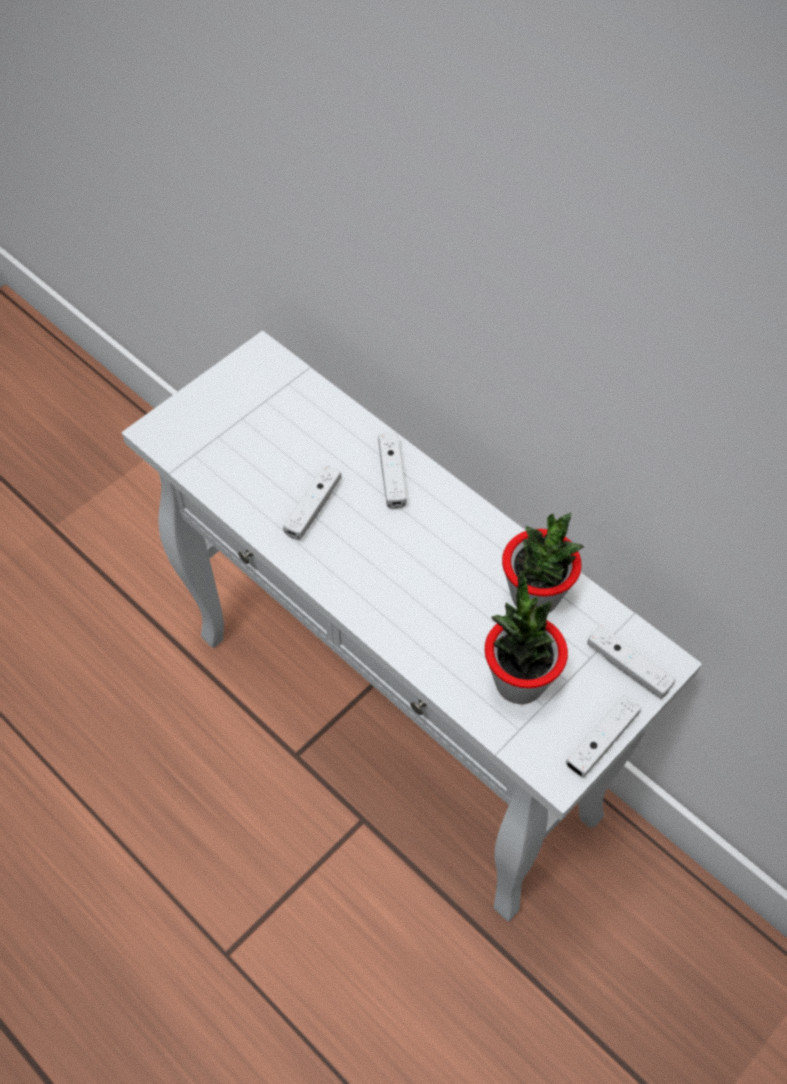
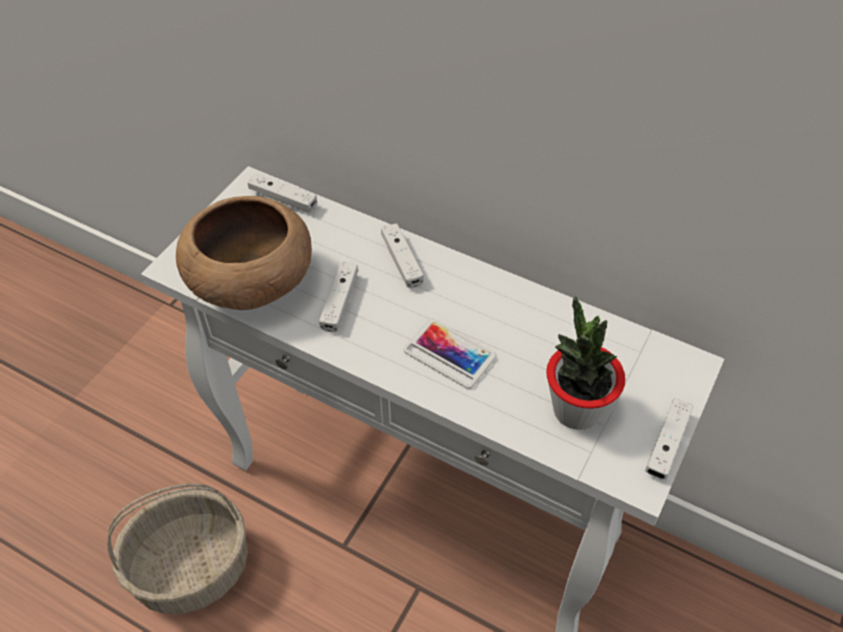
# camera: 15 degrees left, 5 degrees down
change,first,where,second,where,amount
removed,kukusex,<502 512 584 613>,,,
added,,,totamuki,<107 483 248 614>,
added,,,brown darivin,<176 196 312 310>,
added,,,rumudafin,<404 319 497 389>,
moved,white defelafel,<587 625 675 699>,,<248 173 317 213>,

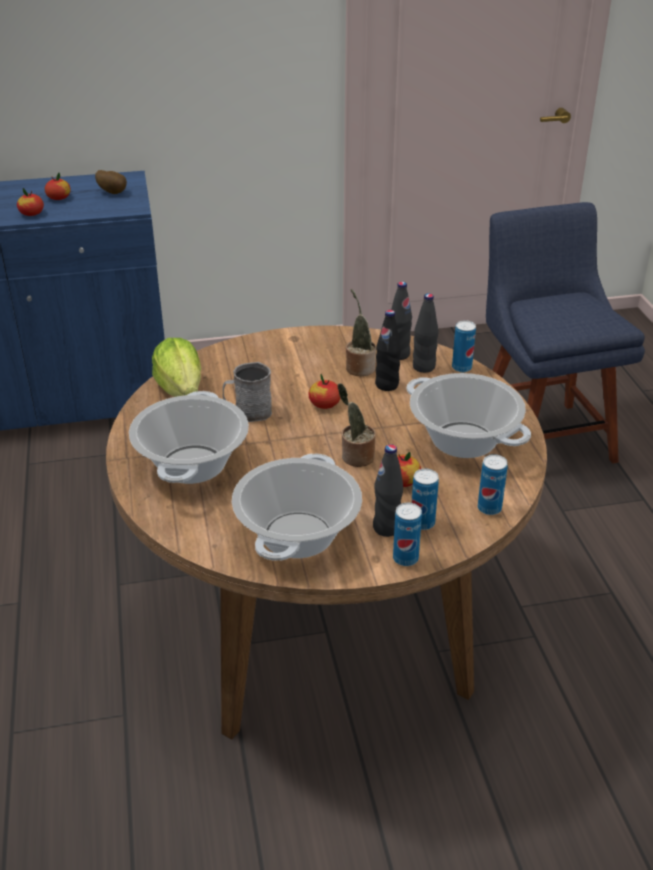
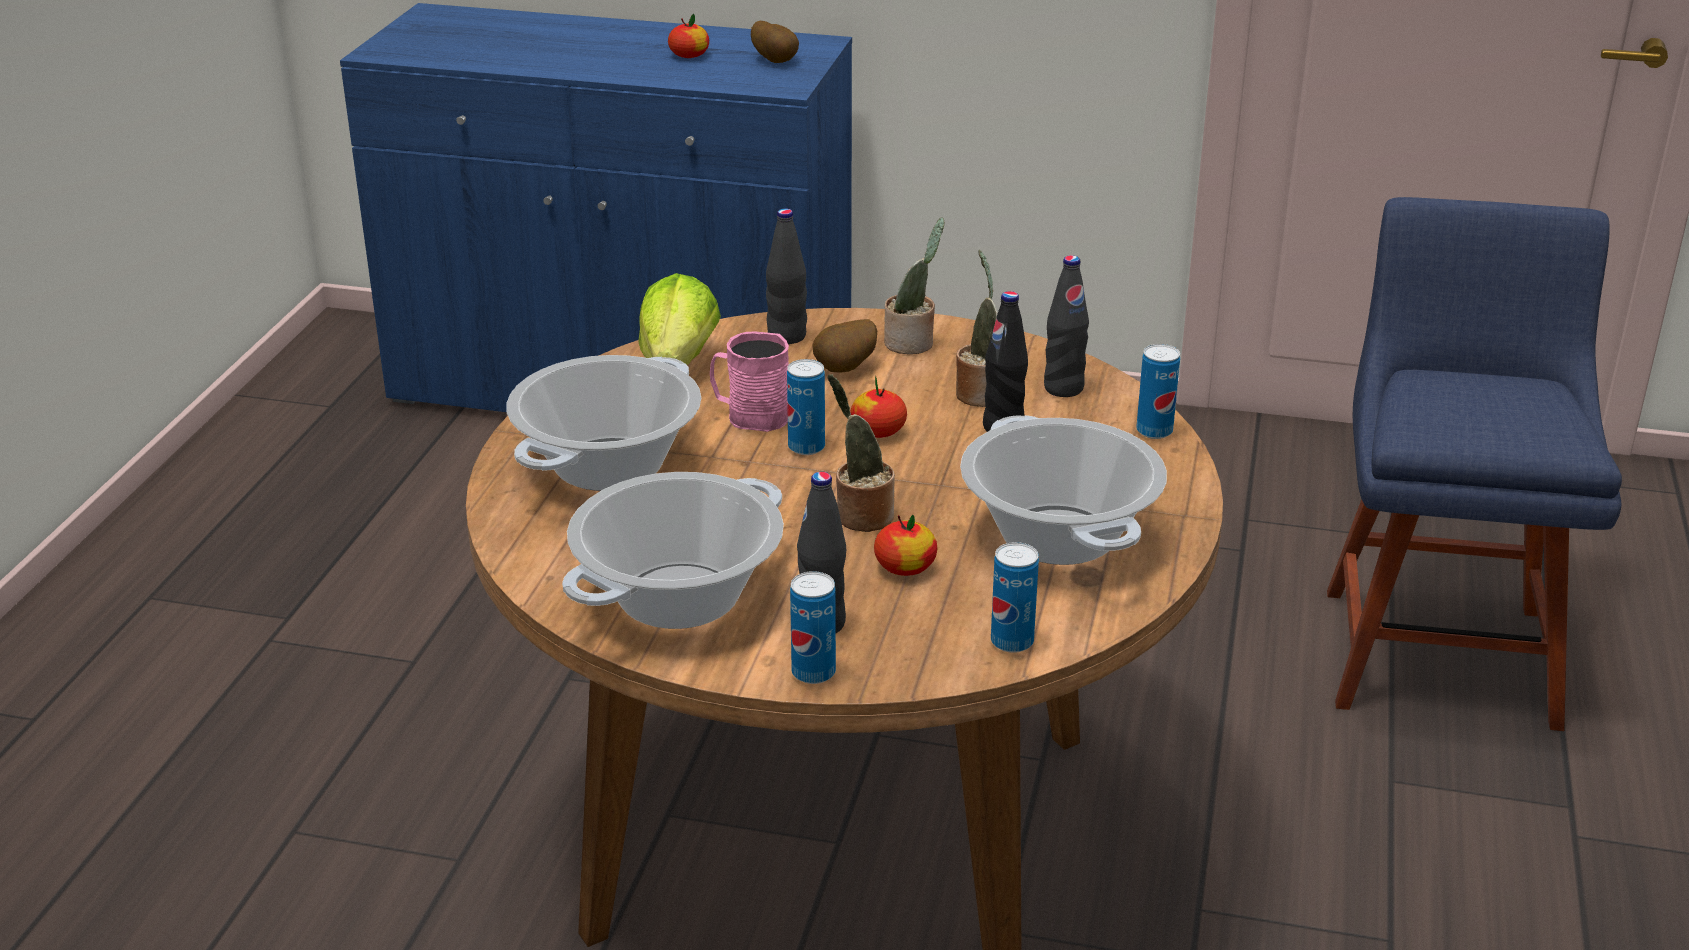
# camera: 25 degrees right, 5 degrees down
change,first,where,second,where,amount
removed,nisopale,<17 188 44 216>,,,
added,,,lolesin,<812 319 877 372>,
added,,,kukusex,<884 218 945 354>,
moved,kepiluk,<412 468 439 530>,,<787 359 825 455>,
moved,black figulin,<413 293 438 373>,,<766 208 807 344>,
recoloured,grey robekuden,<223 362 272 422>,pink robekuden,<710 332 789 432>,

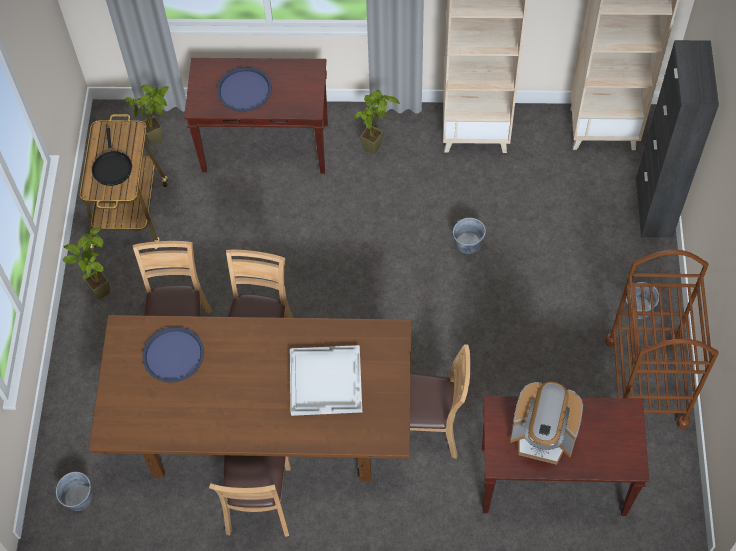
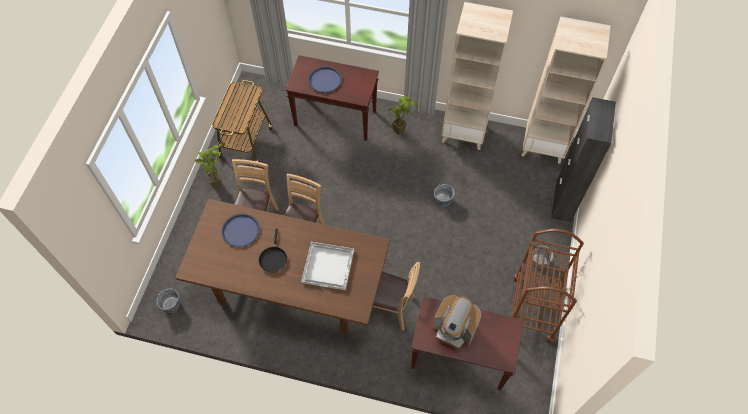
# camera: 10 degrees right, 0 degrees up
change,first,where,second,where,amount
removed,kukusex,<125 85 169 145>,,,
removed,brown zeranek,<209 455 291 537>,,,
moved,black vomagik,<92 128 132 186>,,<259 229 287 273>,

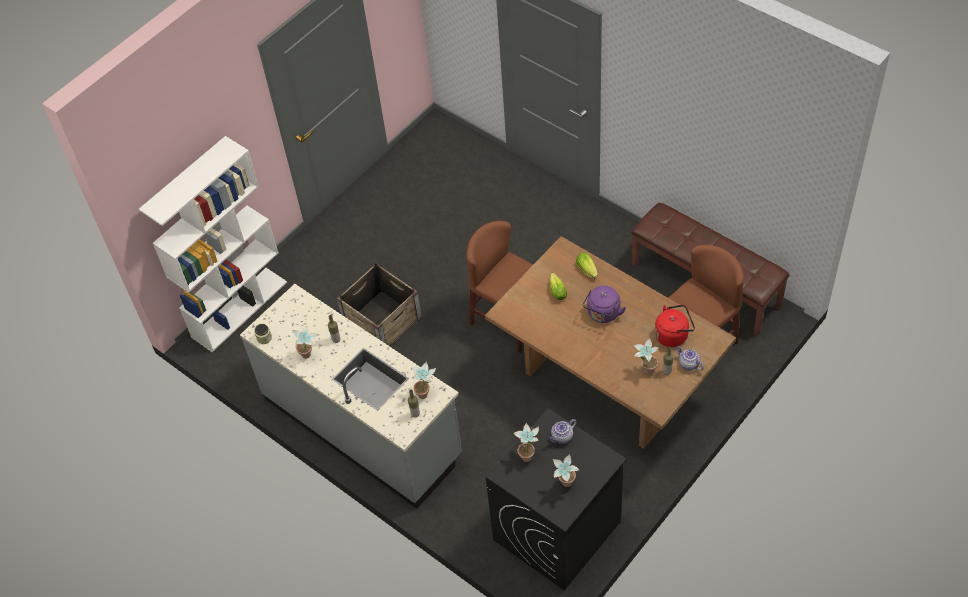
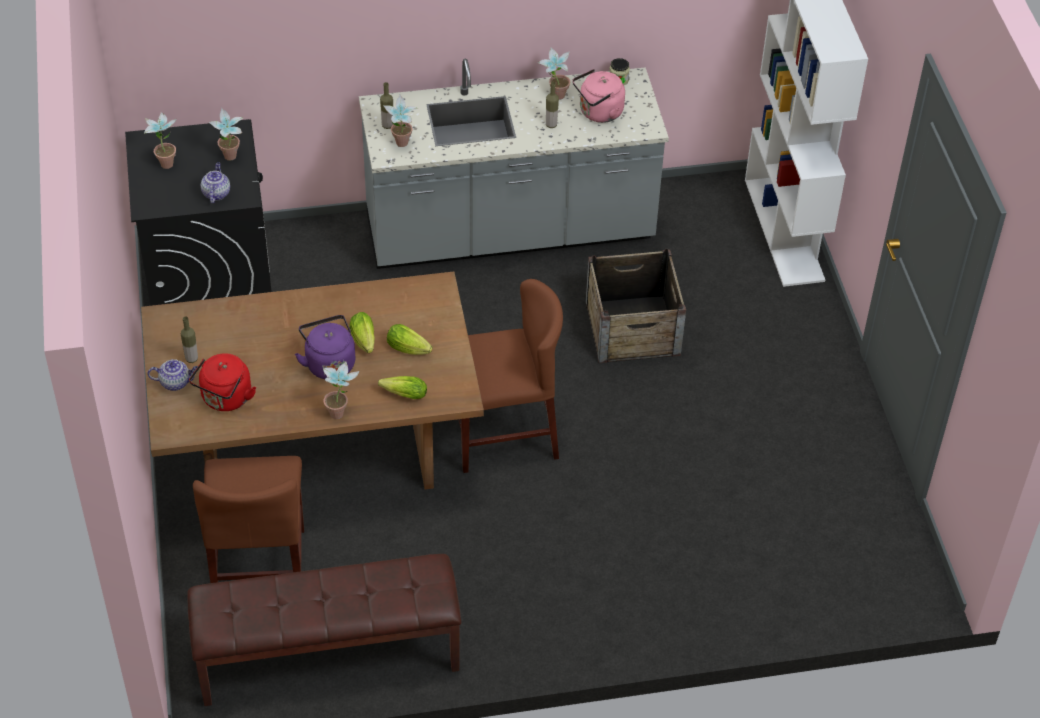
# camera: 125 degrees right, 5 degrees down
change,first,where,second,where,amount
added,,,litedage,<349 312 375 353>,
added,,,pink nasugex,<572 69 625 123>,
moved,kukusex,<633 337 659 374>,,<323 362 359 419>,

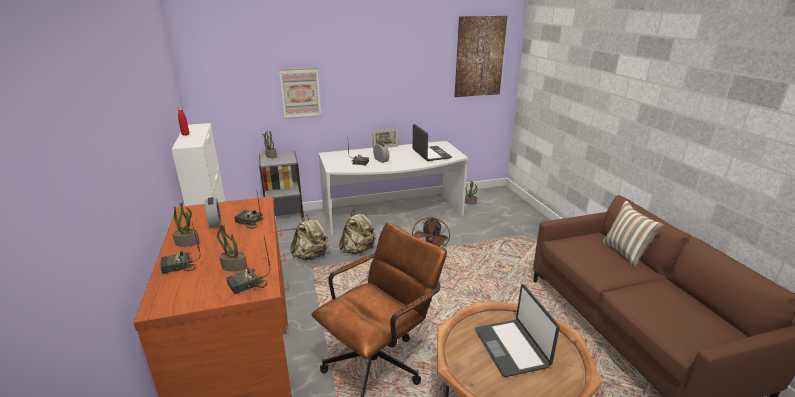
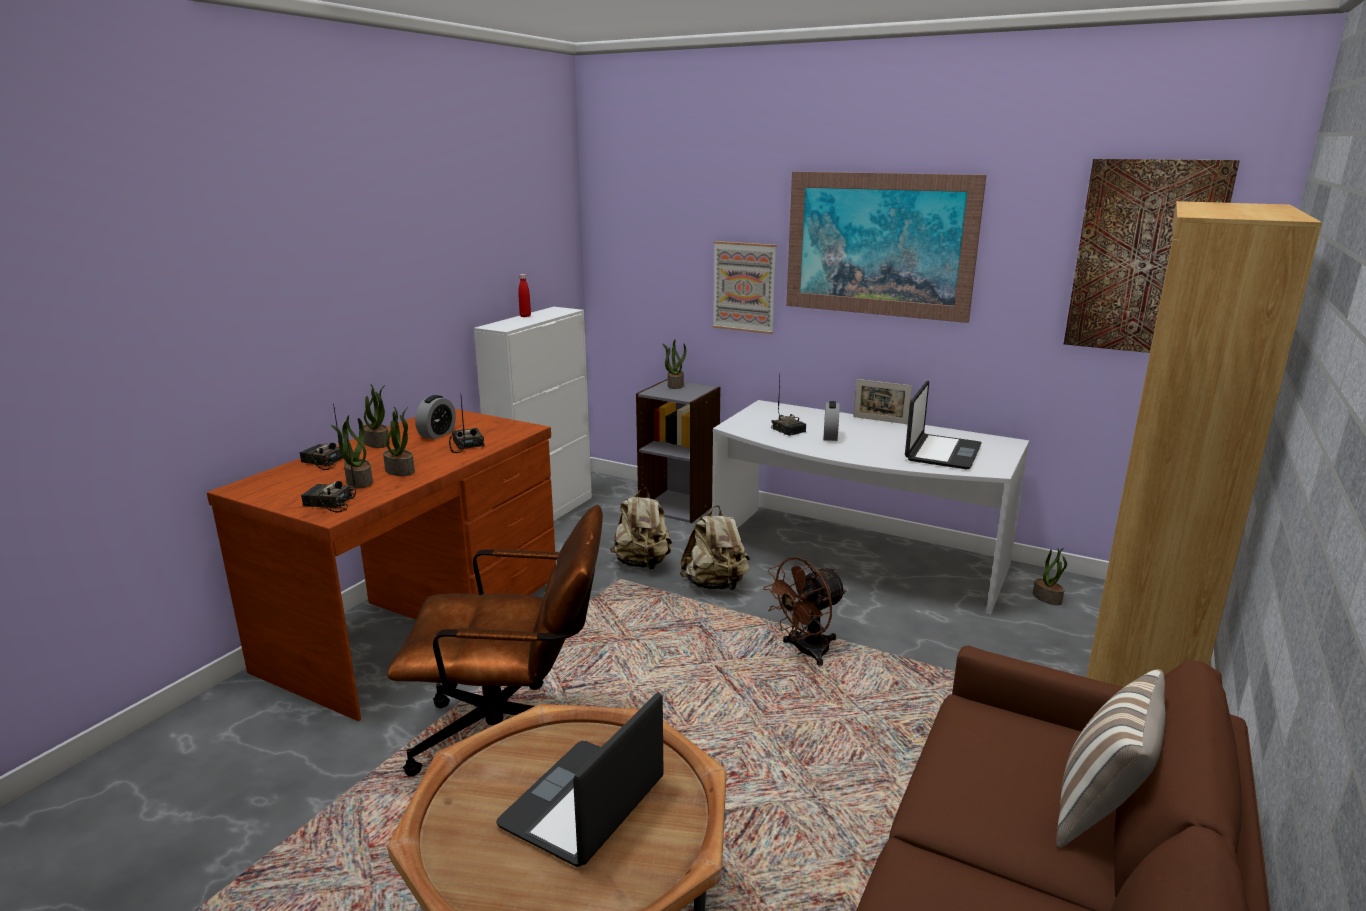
# camera: 45 degrees right, 5 degrees down
change,first,where,second,where,amount
added,,,kukusex,<383 407 415 476>,
added,,,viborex,<786 171 986 323>,
added,,,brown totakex,<1086 201 1322 687>,

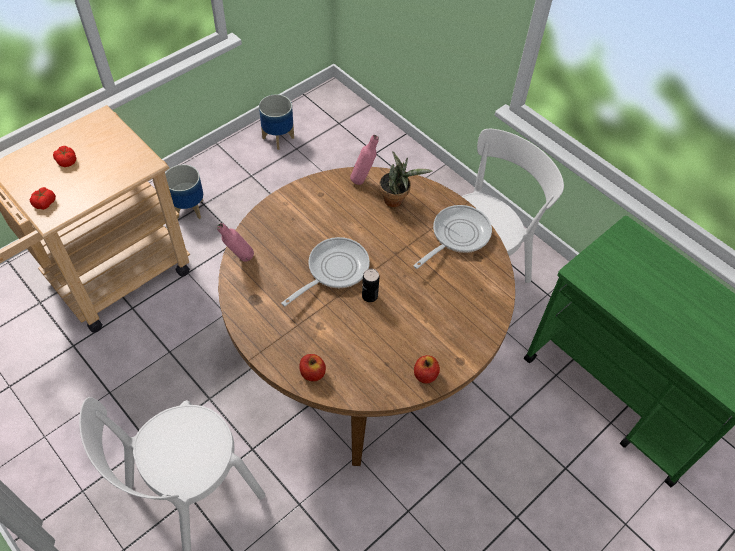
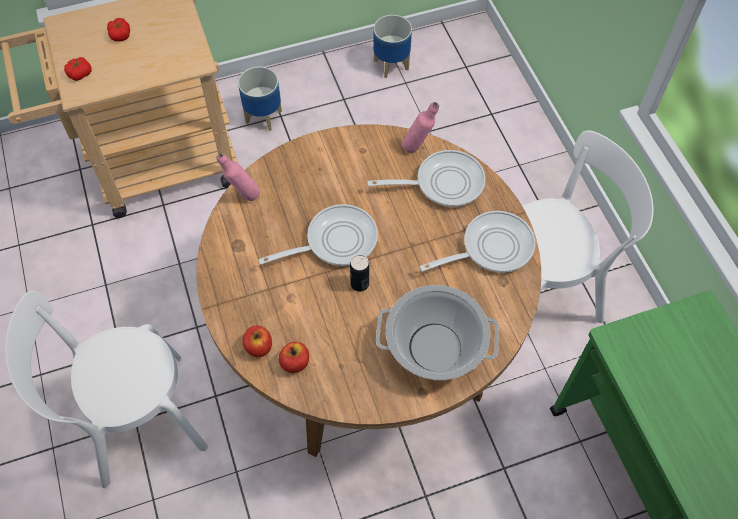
# camera: 25 degrees right, 5 degrees up
change,first,where,second,where,amount
added,,,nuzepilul,<376 285 499 380>,
moved,nisopale,<414 355 440 384>,,<279 342 309 373>,
replaced,kukusex,<379 151 433 207>,vomagik,<367 150 486 207>,

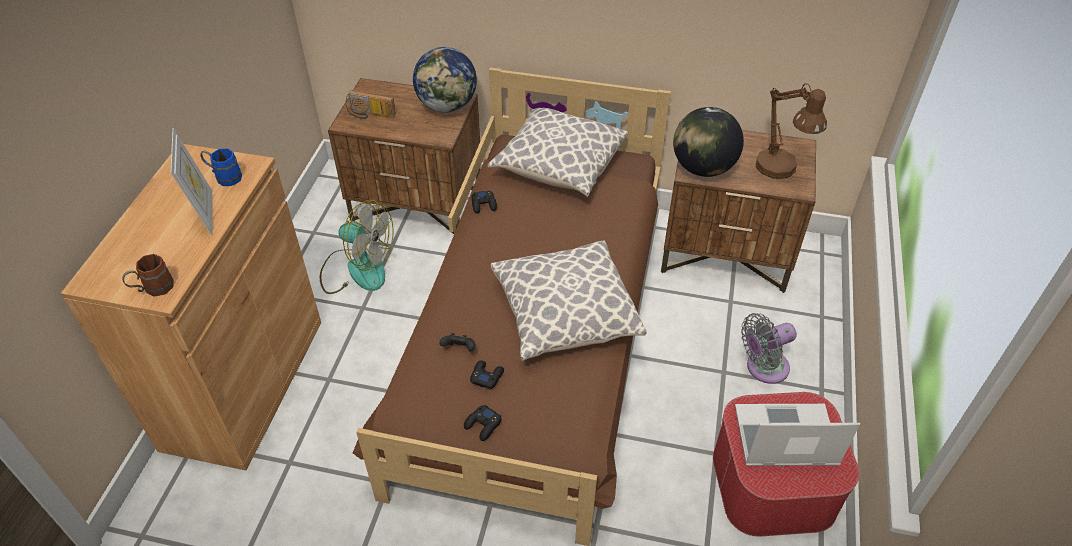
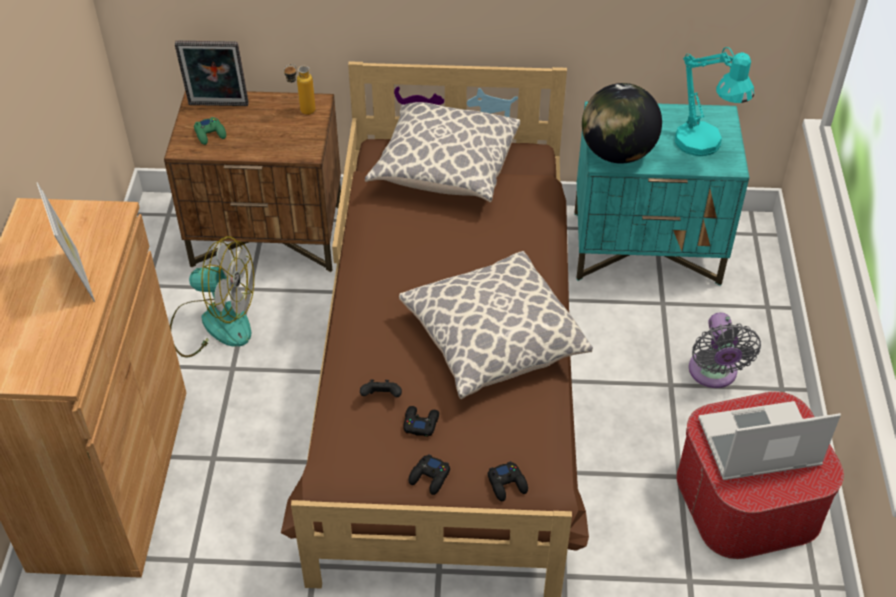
# camera: 10 degrees left, 0 degrees up
change,first,where,second,where,amount
removed,brown robekuden,<122 254 174 296>,,,
removed,blue robekuden,<200 148 242 186>,,,
added,,,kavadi,<175 41 249 106>,
moved,black defelafel,<471 190 497 214>,,<488 461 528 501>,
replaced,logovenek,<346 90 396 119>,green defelafel,<194 117 226 145>,
replaced,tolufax,<413 47 477 113>,figulin,<284 64 316 115>,
recoloured,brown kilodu,<661 130 816 293>,turquoise kilodu,<574 101 749 286>,
recoloured,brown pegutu,<755 83 827 179>,turquoise pegutu,<675 47 754 156>,
turned,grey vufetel,<741 313 797 384>,,<689 312 761 388>,60 degrees counterclockwise

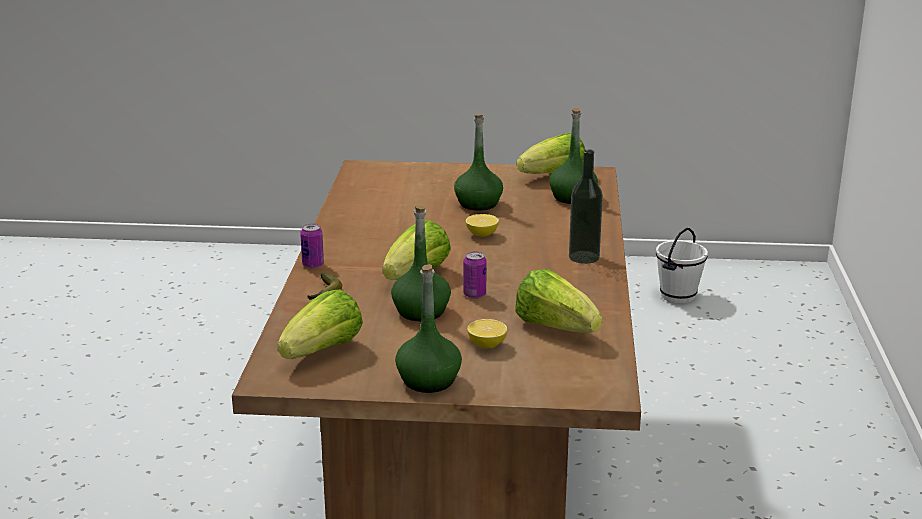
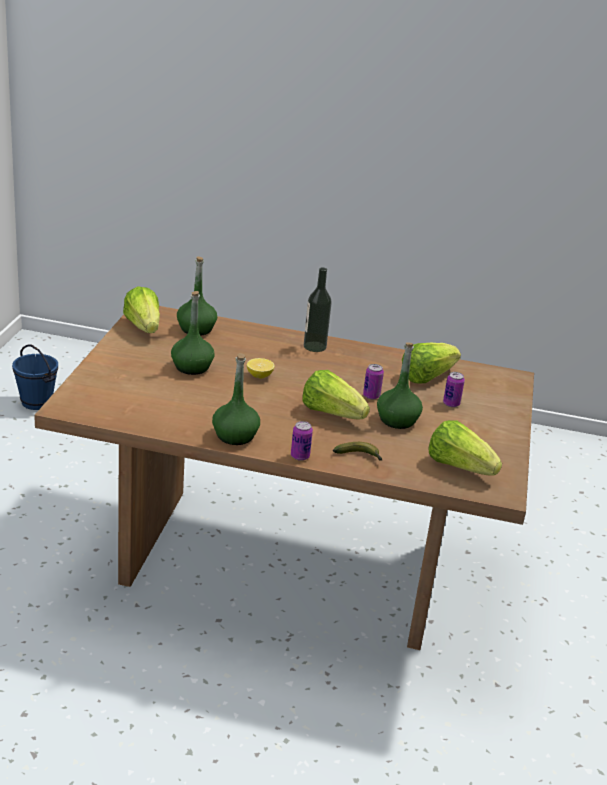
# camera: 85 degrees left, 5 degrees up
change,first,where,second,where,amount
moved,green figulin,<395 264 462 393>,,<212 353 260 445>,
replaced,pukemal,<467 319 507 349>,kepiluk,<443 372 465 407>,
recoloured,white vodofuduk,<656 228 708 304>,blue vodofuduk,<12 344 58 410>,

